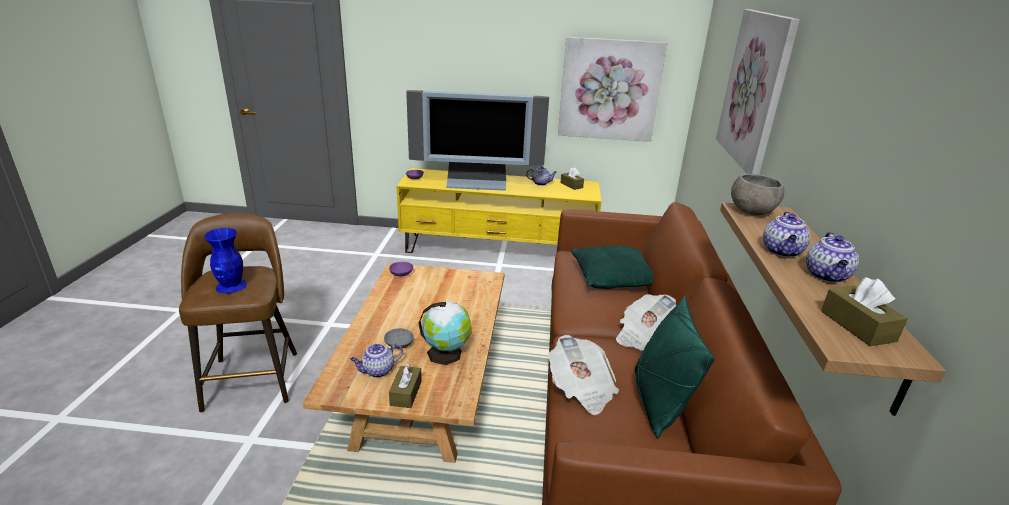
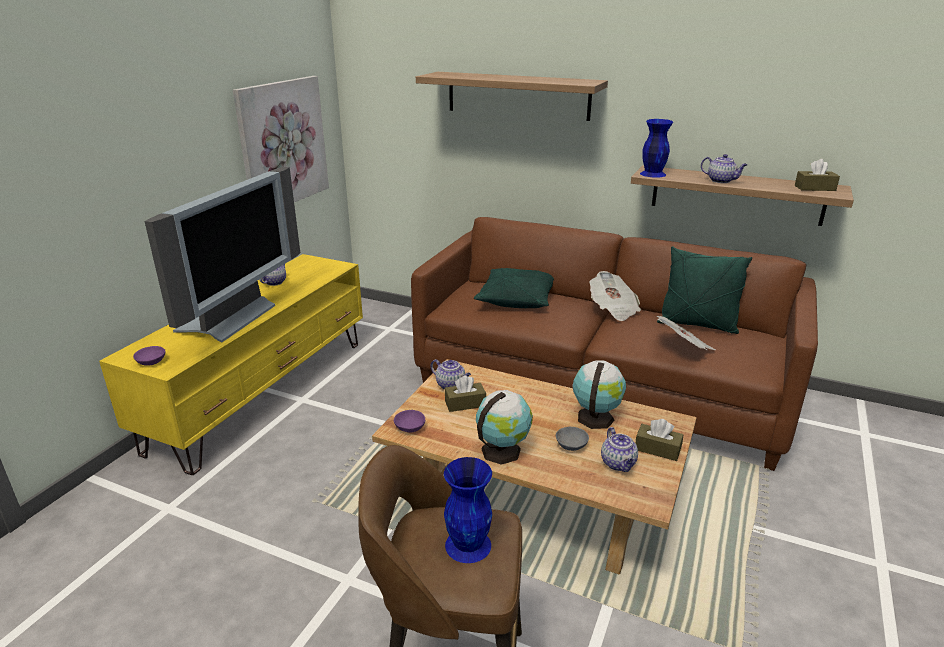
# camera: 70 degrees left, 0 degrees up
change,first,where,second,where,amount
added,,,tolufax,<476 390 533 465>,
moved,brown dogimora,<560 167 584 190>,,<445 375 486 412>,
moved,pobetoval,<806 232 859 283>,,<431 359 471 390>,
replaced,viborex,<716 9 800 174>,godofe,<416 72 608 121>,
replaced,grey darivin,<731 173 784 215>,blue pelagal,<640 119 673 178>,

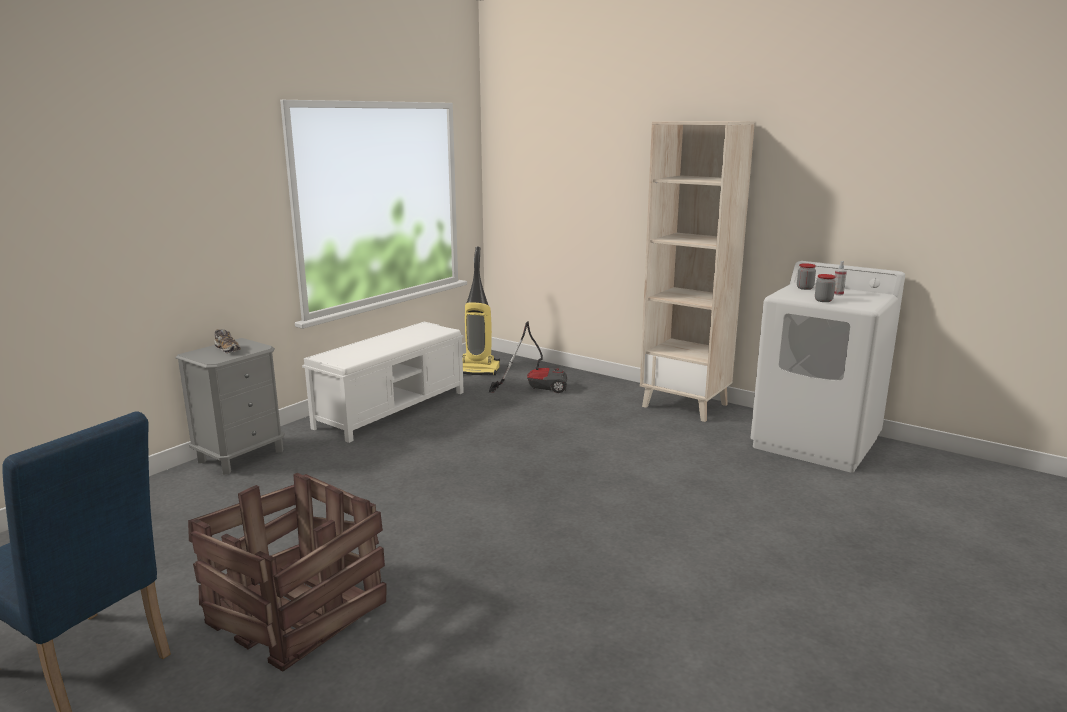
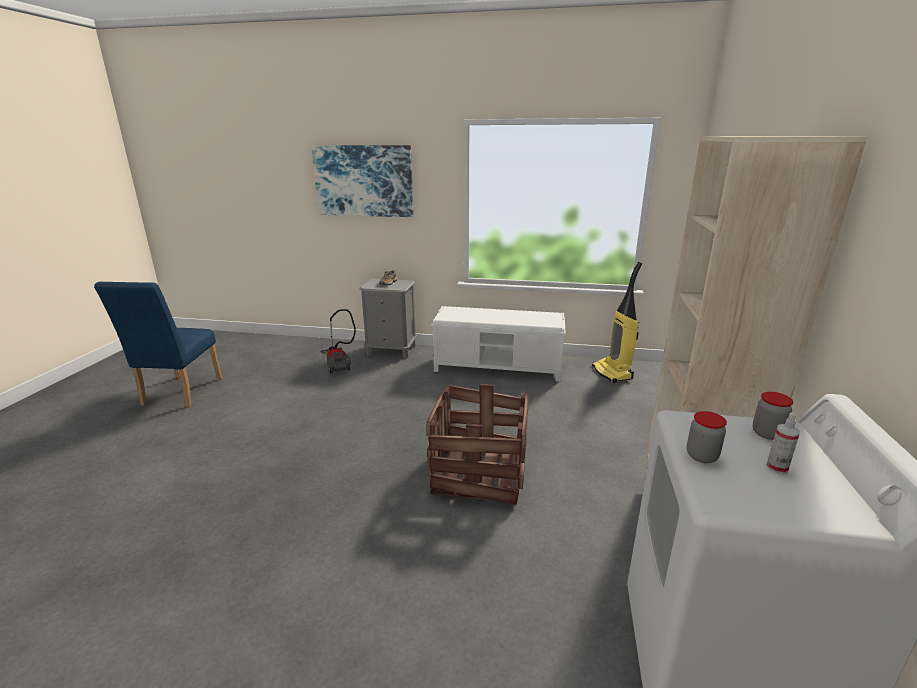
# camera: 65 degrees right, 5 degrees up
change,first,where,second,where,amount
added,,,viborex,<311 145 413 217>,
moved,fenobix,<188 473 387 672>,,<426 384 529 505>,
moved,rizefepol,<489 321 567 393>,,<321 309 356 374>,

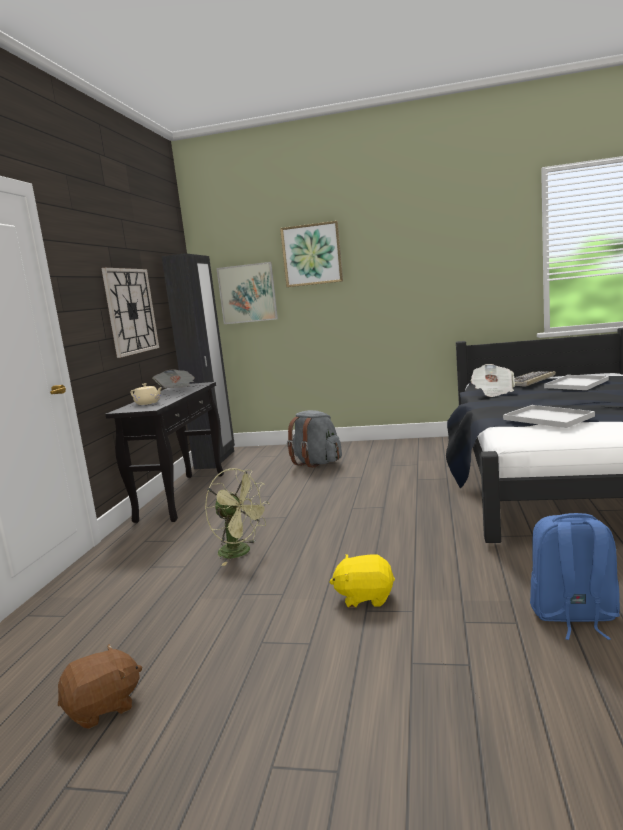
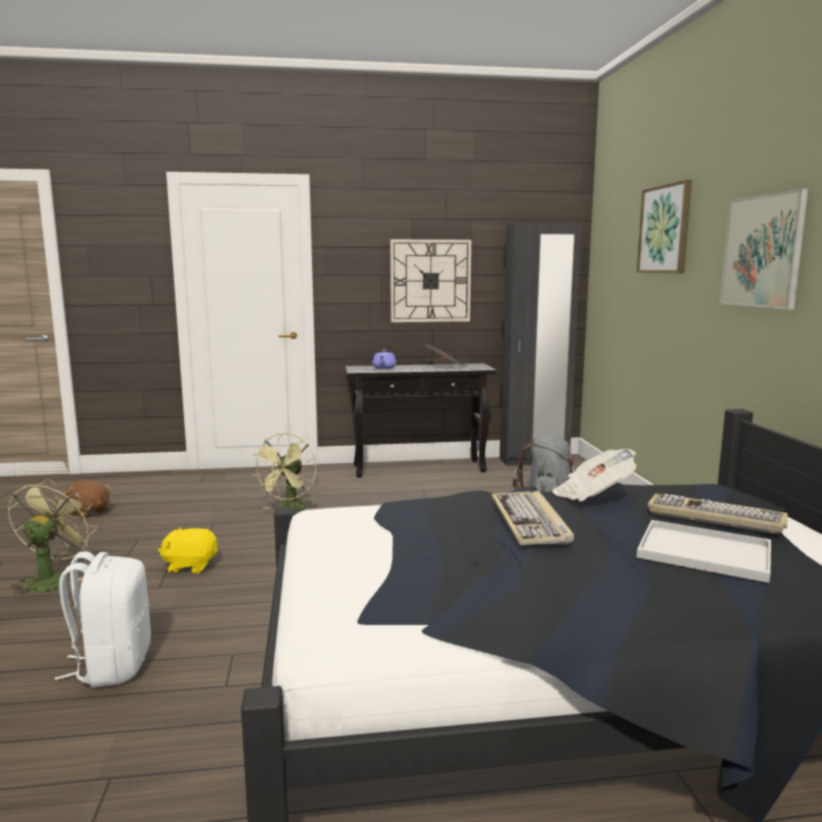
# camera: 70 degrees right, 0 degrees up
change,first,where,second,where,amount
removed,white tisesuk,<503 405 595 428>,,,
added,,,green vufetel,<8 478 97 597>,
added,,,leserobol,<491 491 574 545>,
moved,viborex,<216 262 278 324>,,<720 188 808 310>,
recoloured,beige pobetoval,<130 383 163 405>,purple pobetoval,<372 349 396 369>,
recoloured,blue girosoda,<530 513 620 640>,white girosoda,<55 551 151 687>,
turned,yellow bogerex,<329 554 395 608>,,<158 527 218 573>,75 degrees counterclockwise

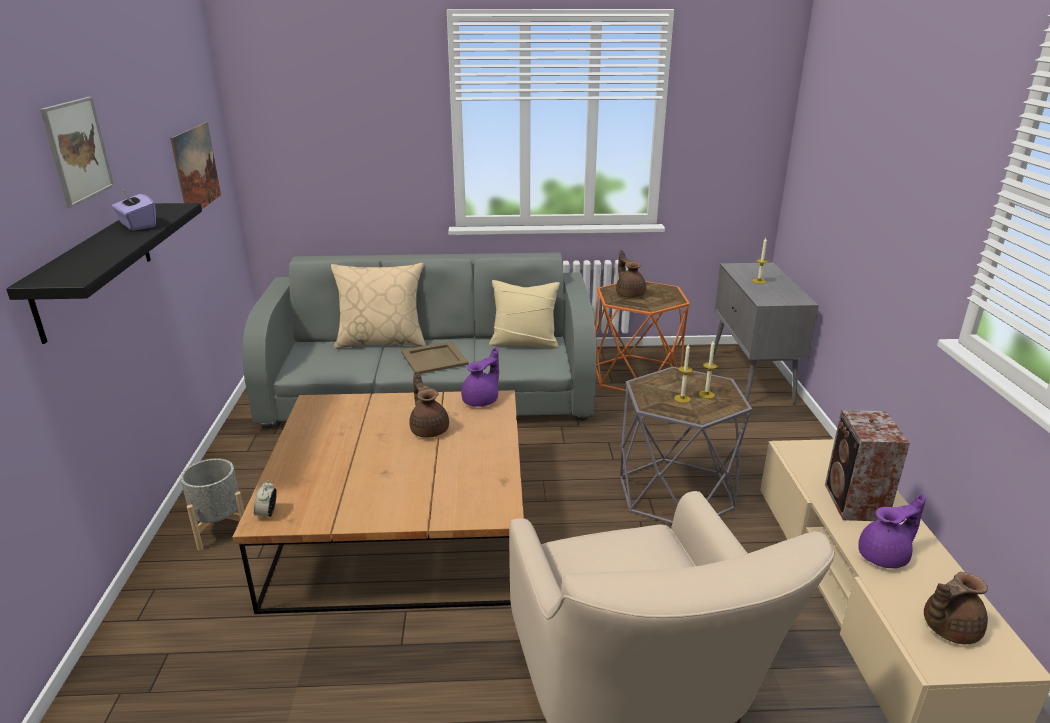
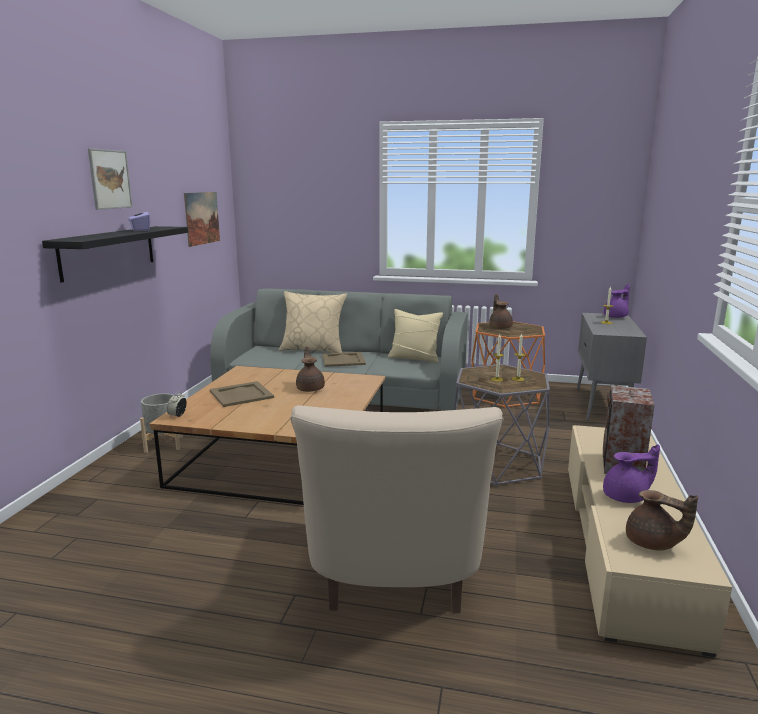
# camera: 15 degrees right, 10 degrees down
change,first,where,second,where,amount
added,,,beige tisesuk,<210 381 274 407>,
moved,purple pobetoval,<461 347 499 407>,,<604 284 630 318>,
turned,brown pobetoval,<924 572 988 644>,,<626 490 698 551>,135 degrees counterclockwise

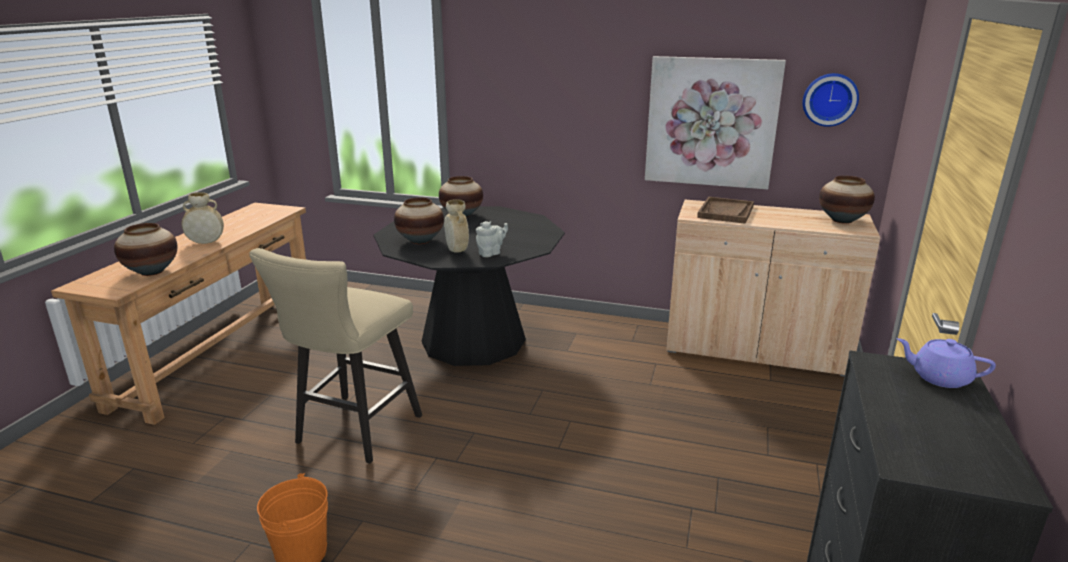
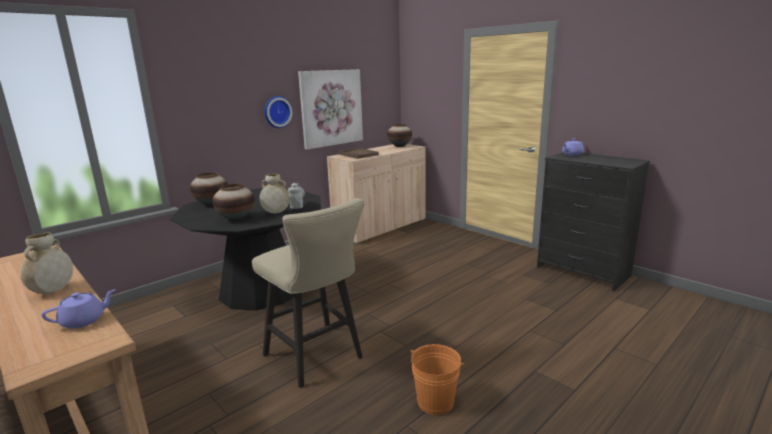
# camera: 60 degrees left, 5 degrees down
change,first,where,second,where,amount
moved,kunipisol,<803 73 859 127>,,<264 96 292 128>,
replaced,pelagal,<114 223 177 276>,purple pobetoval,<41 289 116 329>,

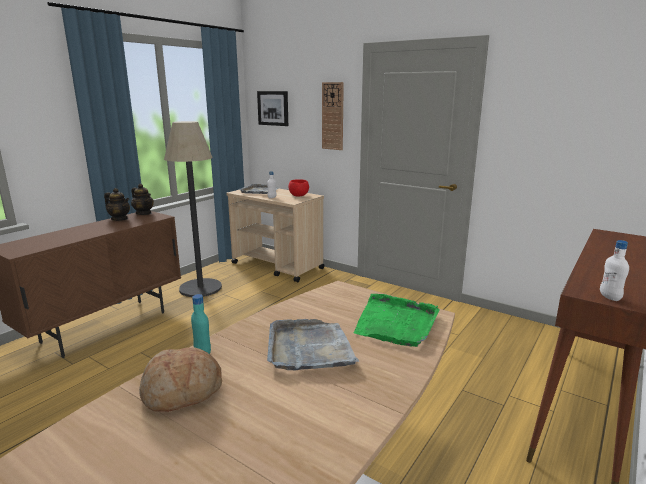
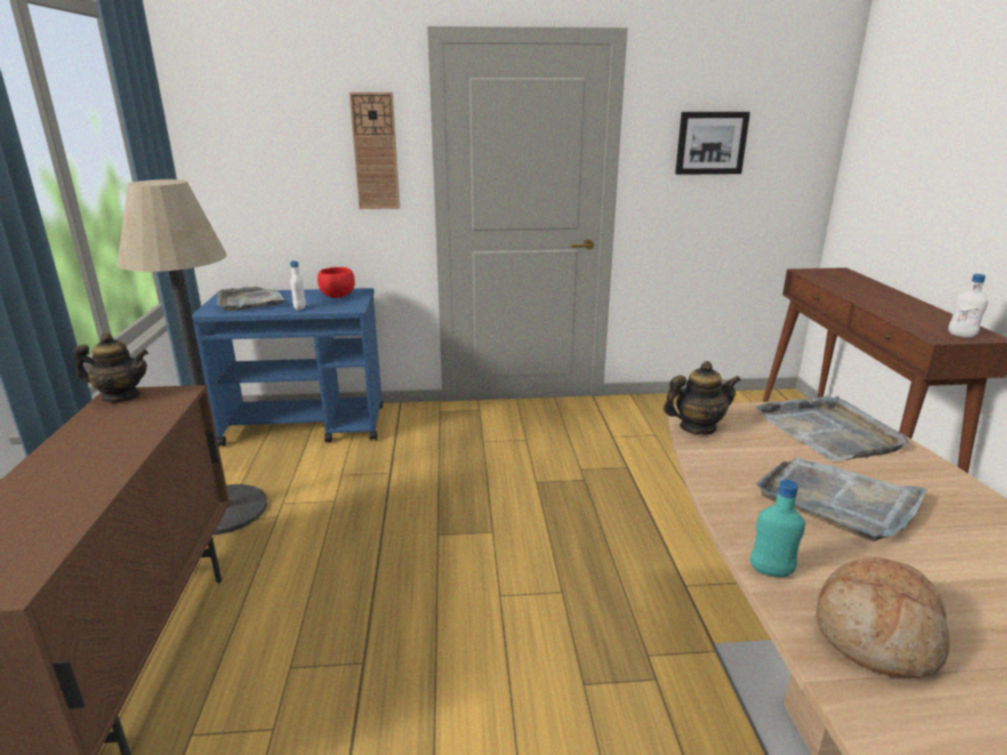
# camera: 40 degrees left, 5 degrees up
change,first,where,second,where,amount
moved,pobetoval,<104 188 130 221>,,<663 361 741 435>,
moved,viborex,<257 91 288 126>,,<675 112 750 175>,
recoloured,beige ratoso,<226 189 324 282>,blue ratoso,<192 288 383 446>,
recoloured,green tisesuk,<354 294 440 347>,grey tisesuk,<756 396 909 461>,

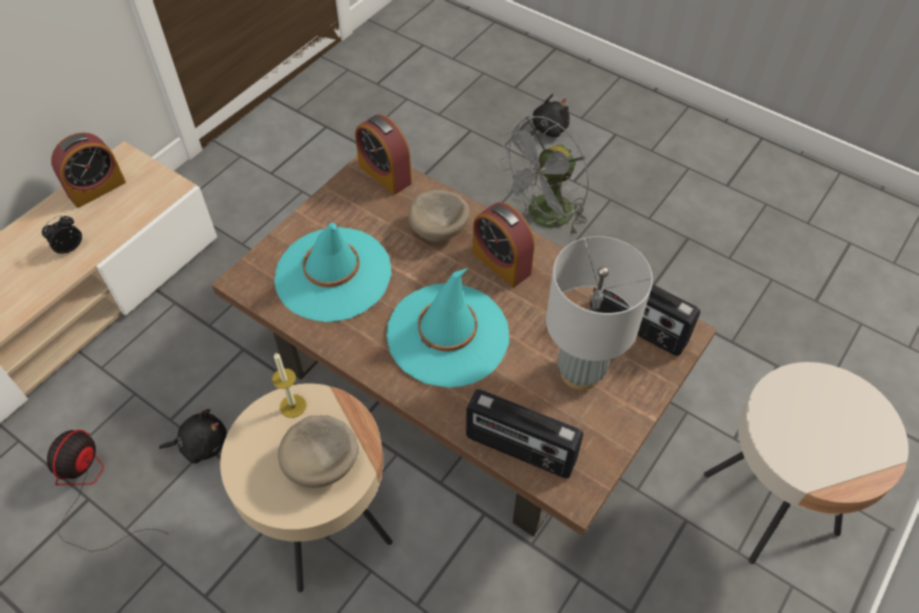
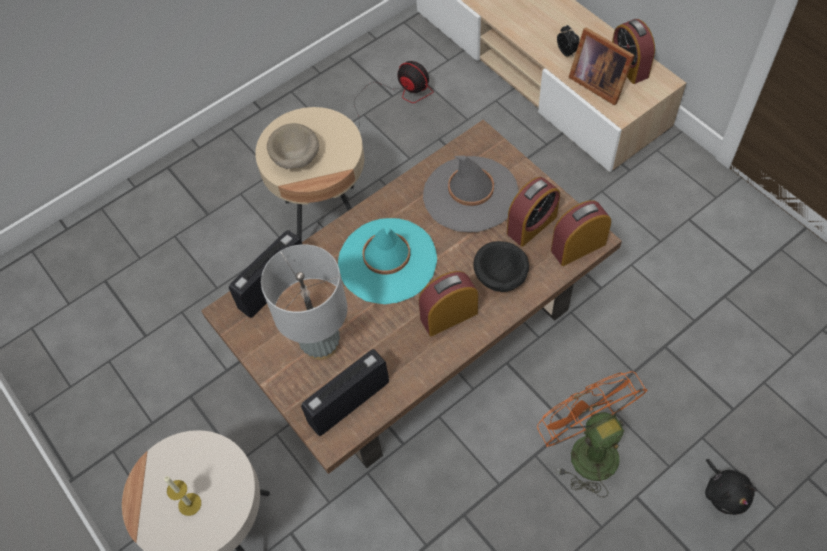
# camera: 110 degrees right, 5 degrees up
change,first,where,second,where,amount
removed,black bogerex,<159 409 227 463>,,,
added,,,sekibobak,<507 177 560 247>,
added,,,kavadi,<568 27 635 105>,
moved,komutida,<272 352 306 418>,,<164 476 201 516>,
recoloured,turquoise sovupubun,<274 223 391 322>,grey sovupubun,<423 155 519 232>,
recoloured,beige darivin,<408 190 469 242>,black darivin,<473 241 529 292>,
recoloured,grey vufetel,<496 116 589 236>,orange vufetel,<537 371 647 498>,

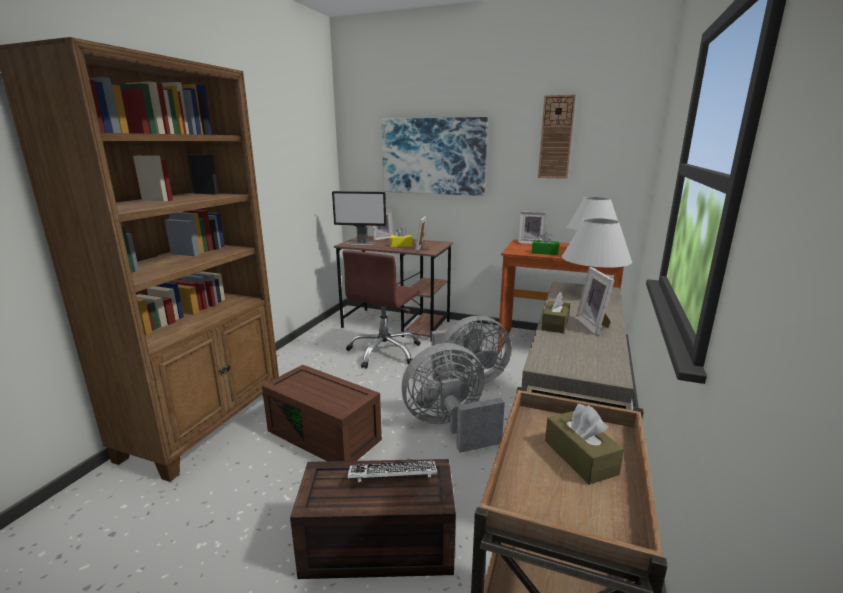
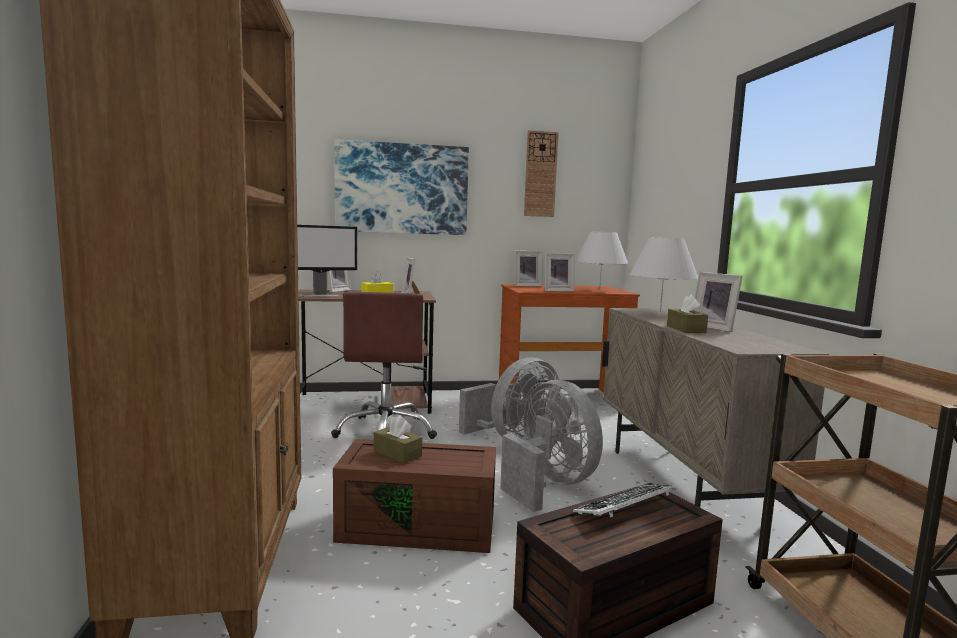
# camera: 30 degrees left, 10 degrees down
change,first,where,second,where,amount
moved,brown dogimora,<545 404 624 485>,,<374 415 422 463>,
replaced,green dogimora,<532 232 559 255>,kavadi,<545 253 574 291>,
turned,grey vufetel,<402 343 505 453>,,<500 380 603 512>,105 degrees clockwise

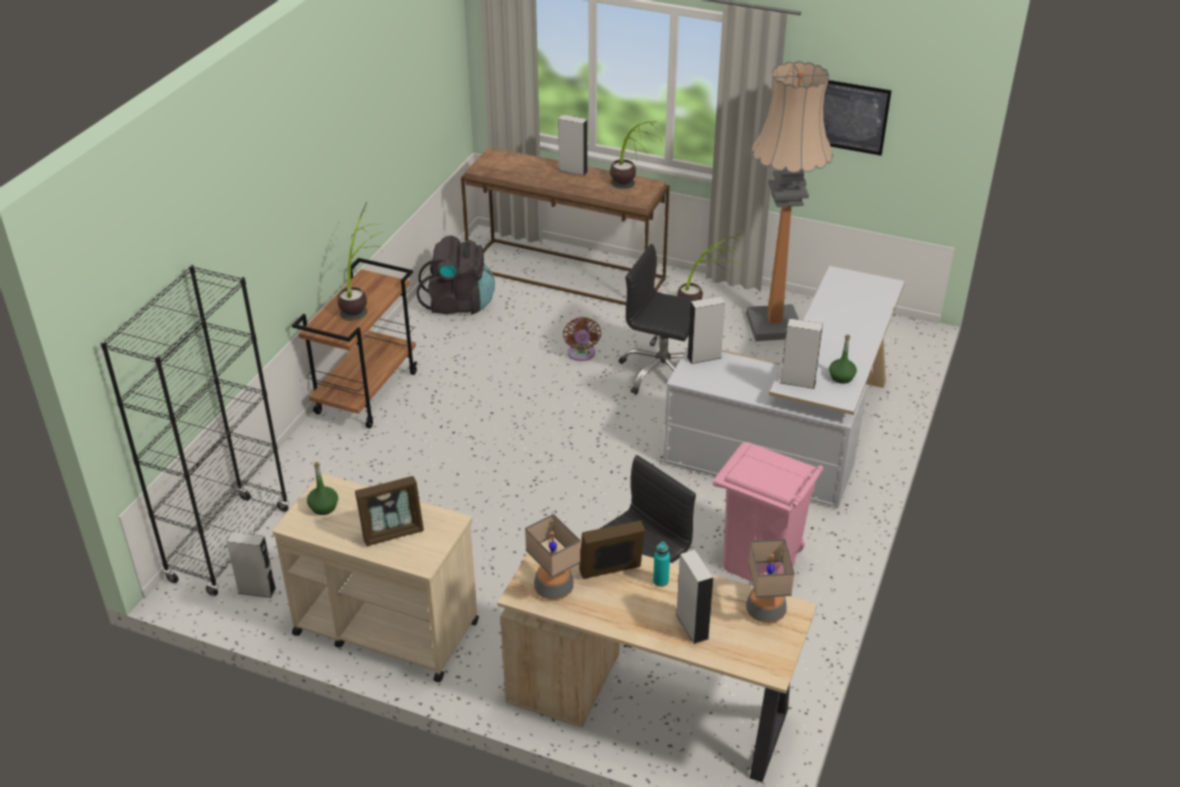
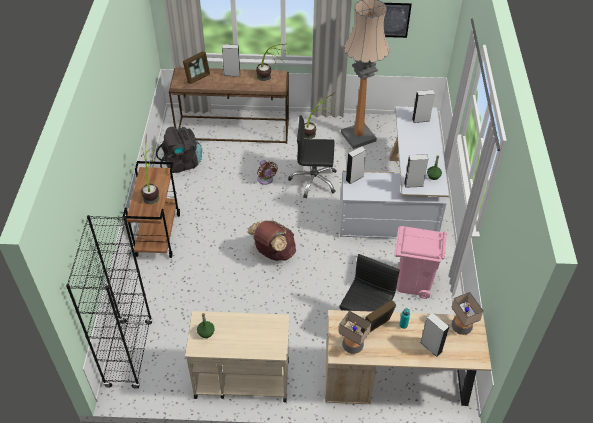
# camera: 20 degrees left, 10 degrees up
change,first,where,second,where,amount
added,,,brown girosoda,<247 221 296 261>,
moved,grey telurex,<226 532 276 598>,,<412 90 435 123>,
moved,kavadi,<355 476 424 546>,,<183 51 210 84>,

